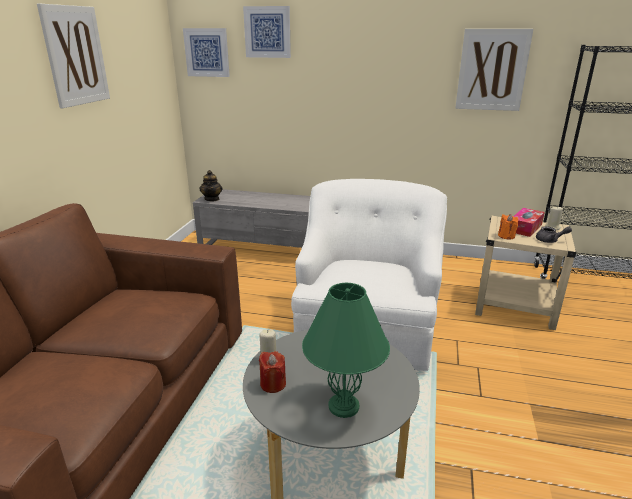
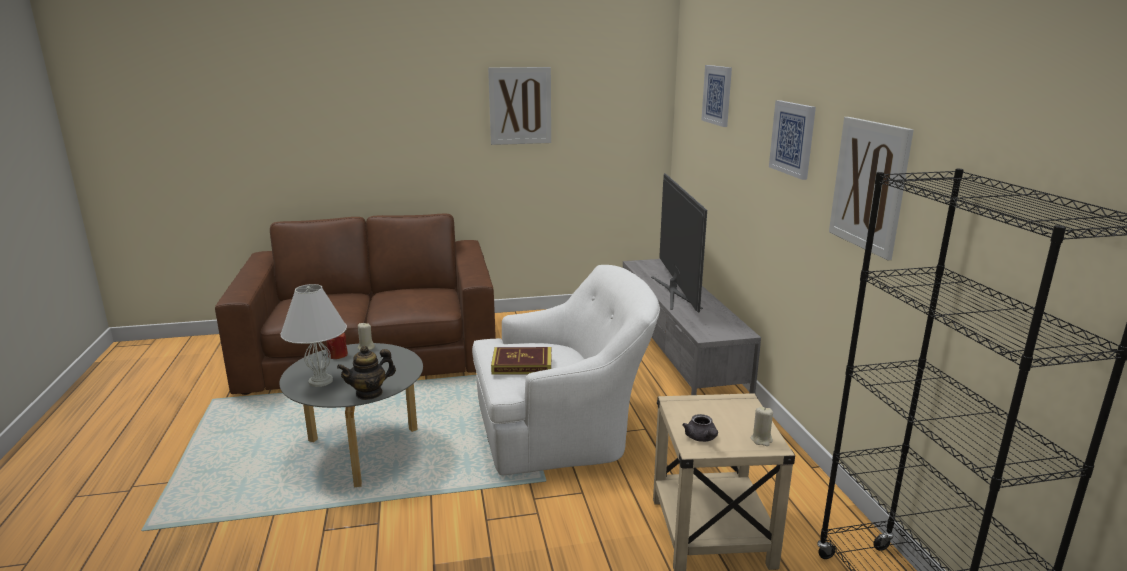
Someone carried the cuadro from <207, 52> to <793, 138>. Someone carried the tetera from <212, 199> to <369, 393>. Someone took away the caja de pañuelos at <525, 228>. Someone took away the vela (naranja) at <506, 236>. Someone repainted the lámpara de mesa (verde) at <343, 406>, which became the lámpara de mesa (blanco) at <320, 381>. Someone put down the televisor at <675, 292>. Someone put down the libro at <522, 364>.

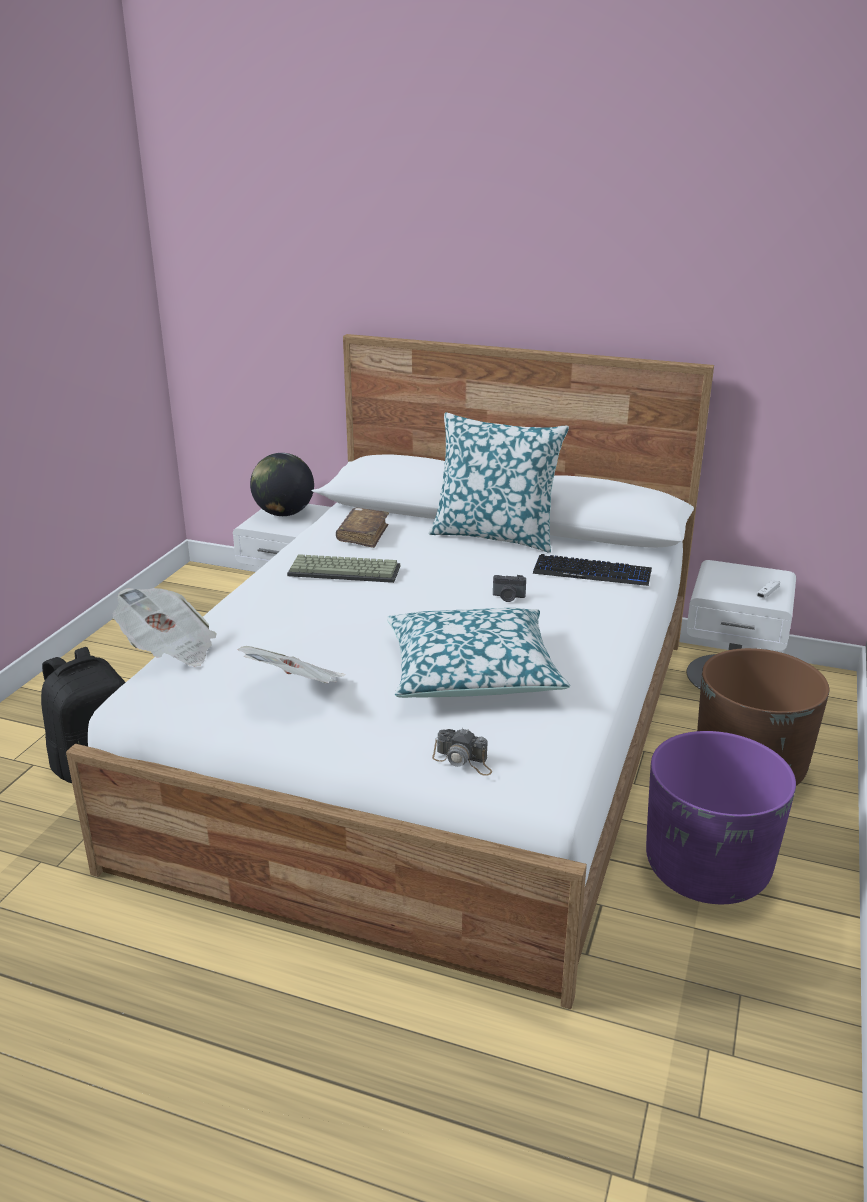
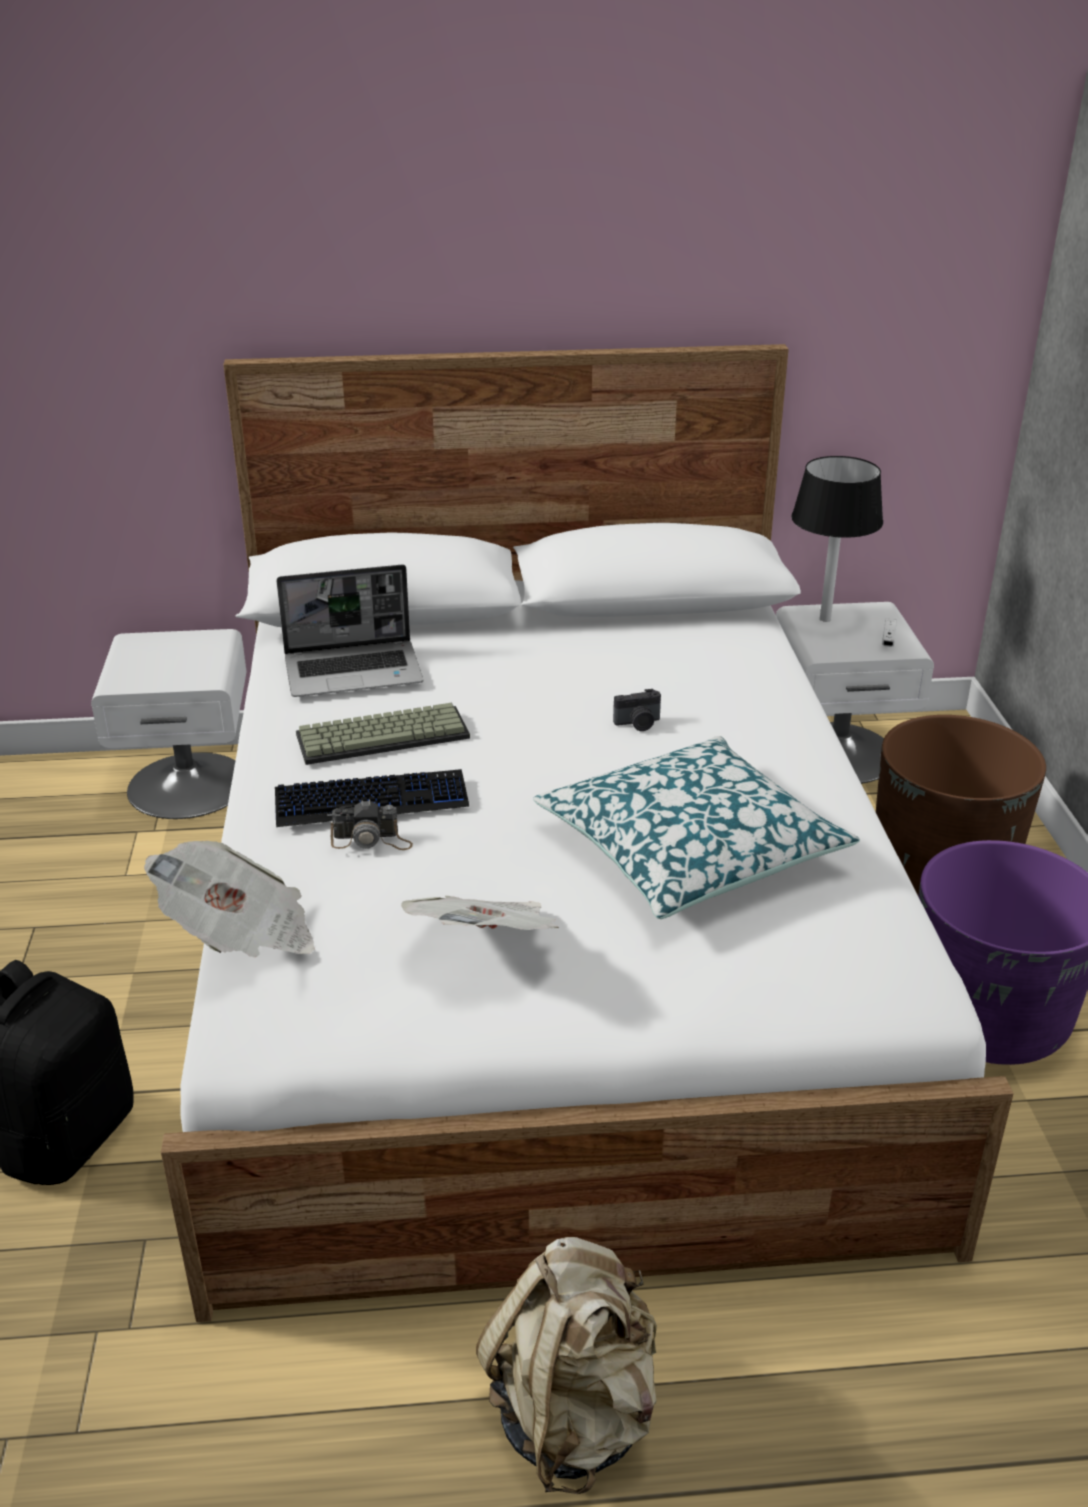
Someone took away the cojín at <495, 535>. Someone took away the globo terráqueo at <284, 513>. Someone swapped the libro (marrón) at <363, 535> for the portátil at <355, 671>. Someone carried the teclado from <592, 573> to <371, 801>. Someone carried the cámara from <463, 761> to <371, 840>. Someone put down the lámpara de mesa (negro) at <824, 619>. Someone put down the mochila (beis) at <574, 1414>.

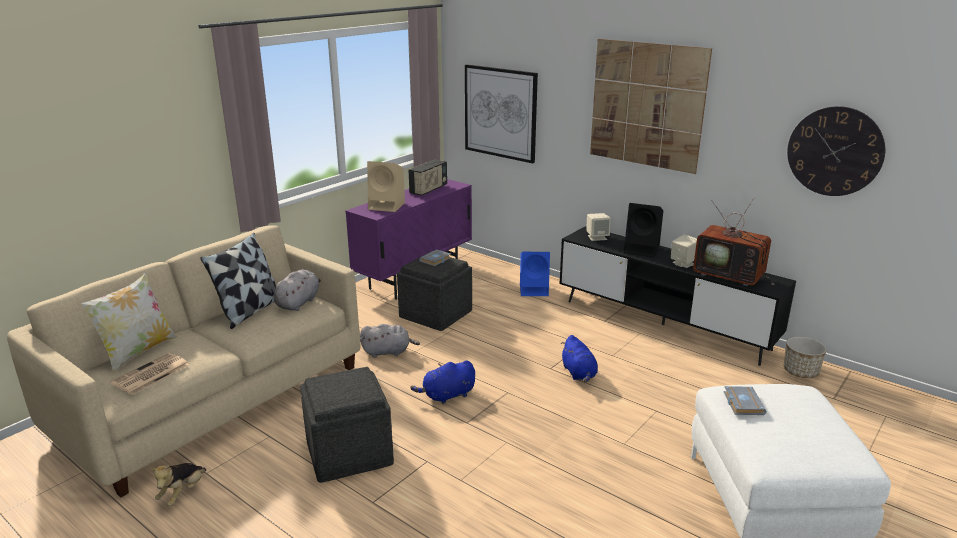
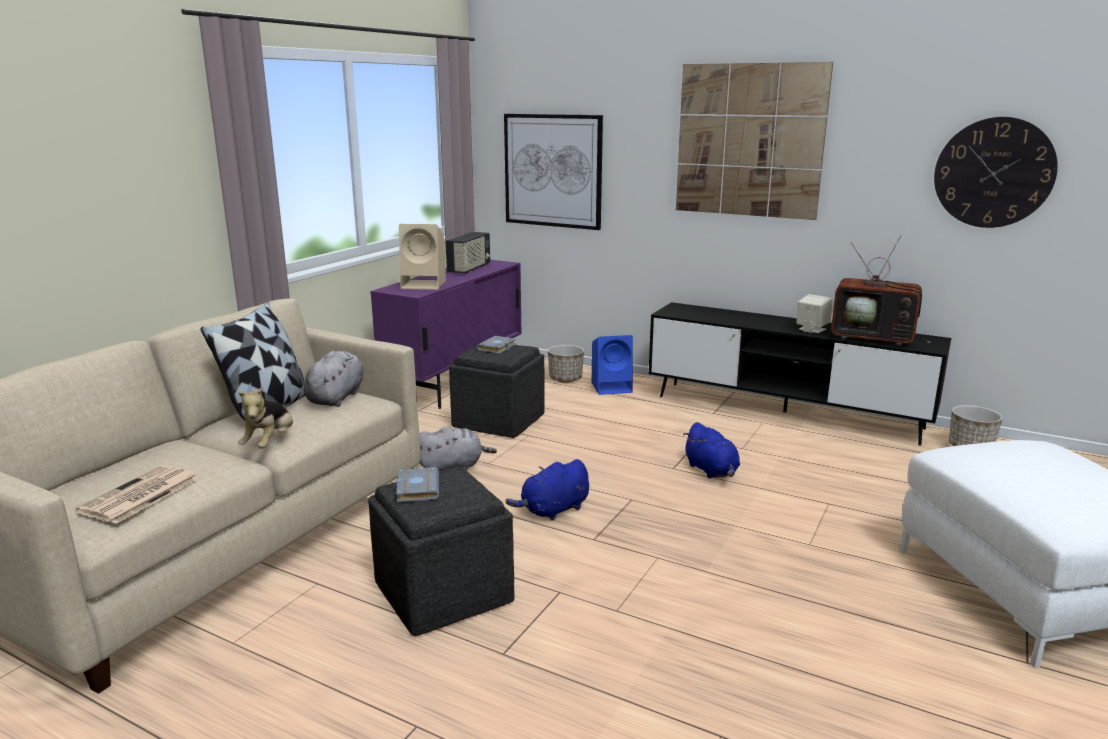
Someone took away the altavoz (negro) at <642, 249>. Someone took away the altavoz (beis) at <597, 237>. Someone took away the cojín at <138, 352>. Someone carried the libro (gris) from <741, 403> to <416, 488>. Someone carried the peluche from <182, 493> to <270, 443>. Someone put down the maceta at <565, 379>.

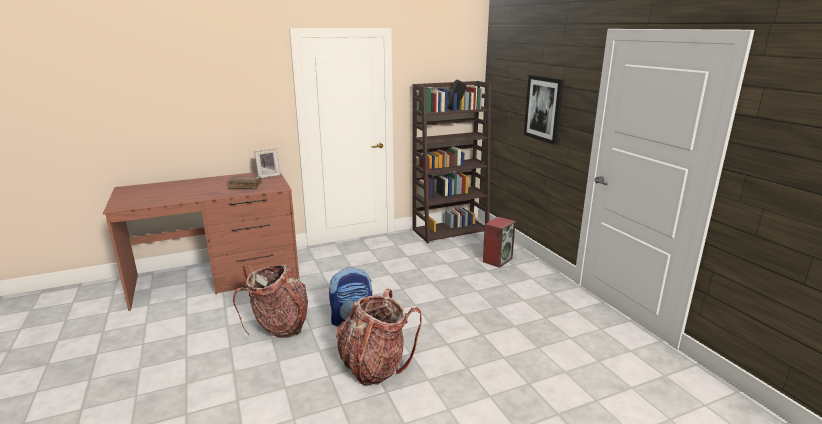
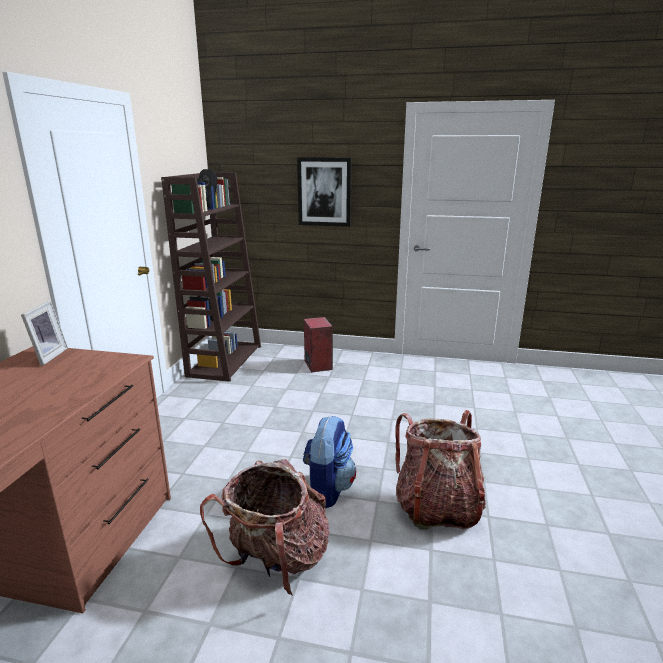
Someone took away the libro (marrón) at <245, 186>.

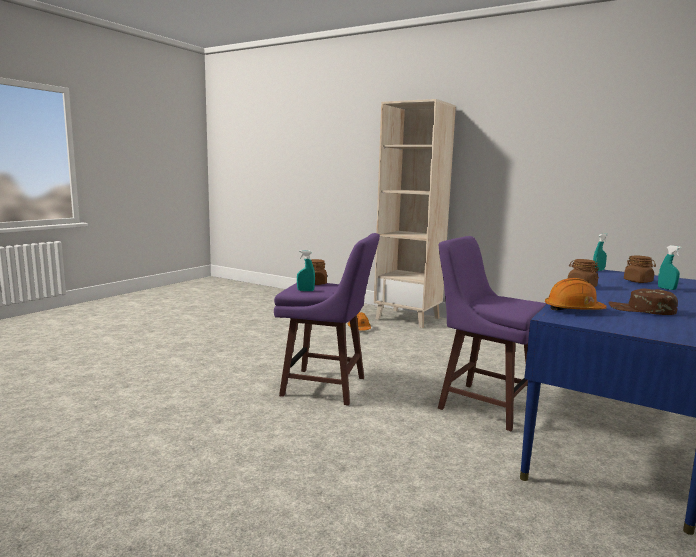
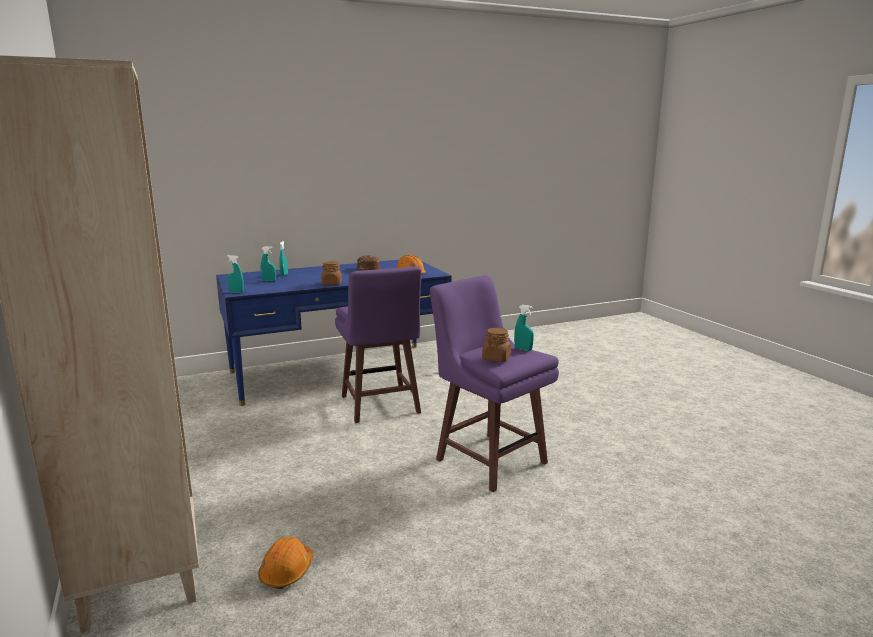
Someone swapped the tarro (marrón) at <638, 281> for the pulverizador (turquesa) at <269, 281>.

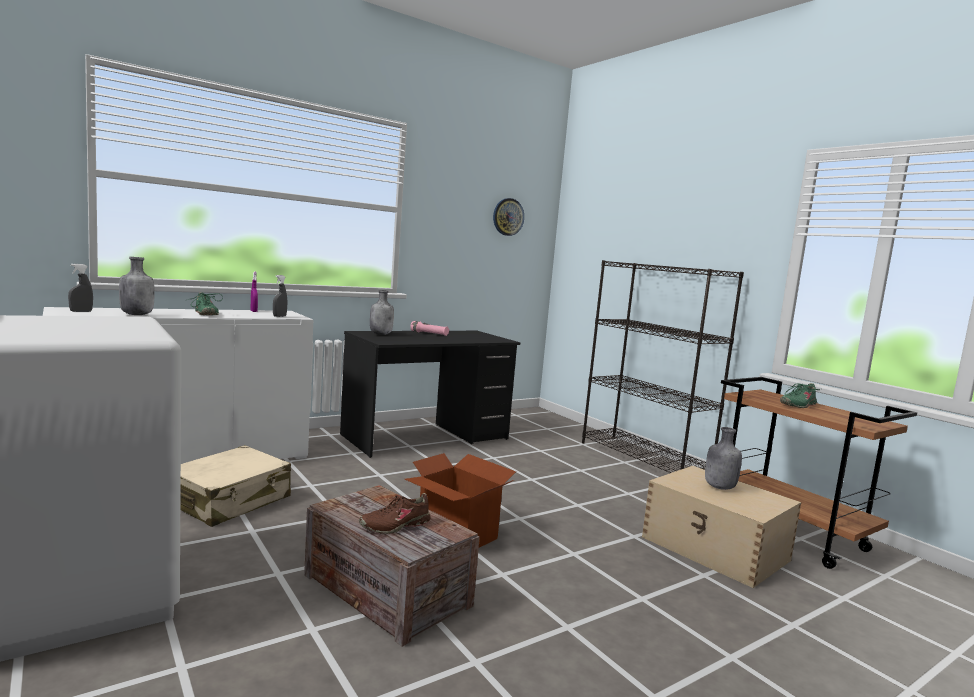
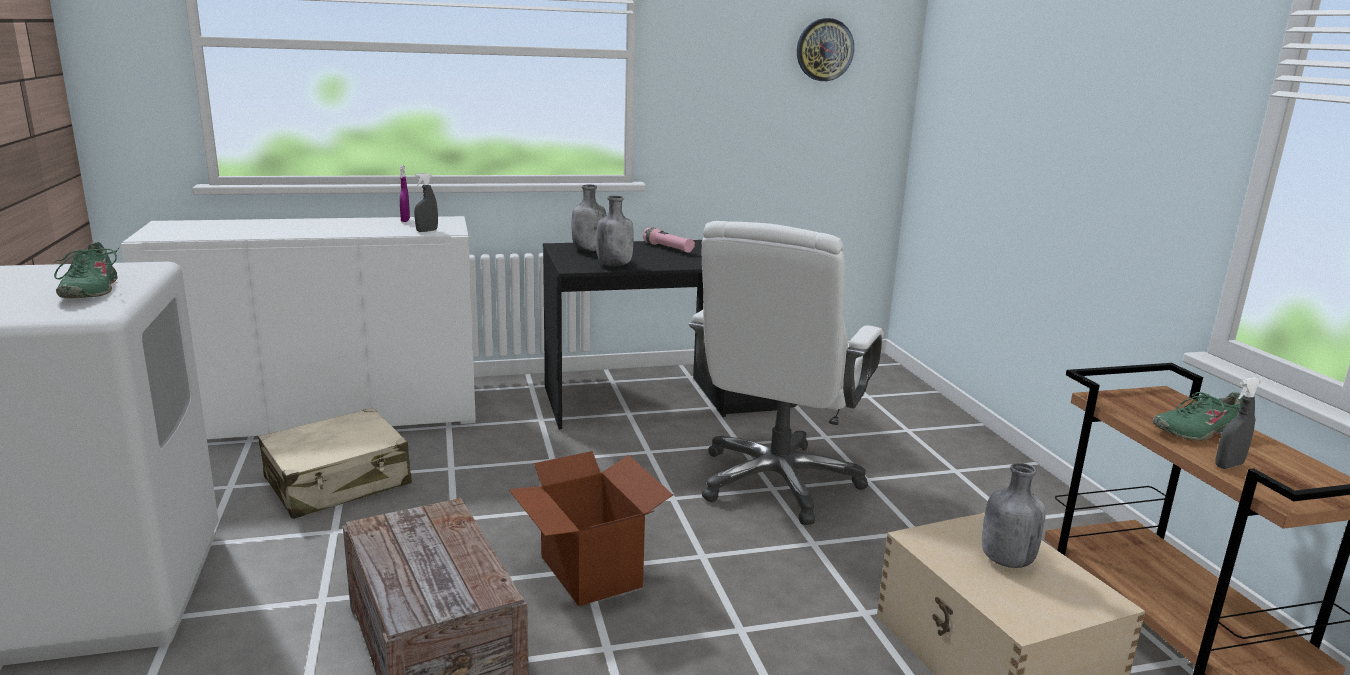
Someone carried the botella (gris) from <137, 314> to <614, 265>. Someone took away the estantería (negro) at <644, 459>. Someone carried the pulverizador (gris) from <81, 311> to <1229, 465>. Someone carried the zapato (verde) from <205, 314> to <89, 291>. Someone took away the zapato (marrón) at <395, 525>. Someone put down the silla de oficina (blanco) at <777, 482>.

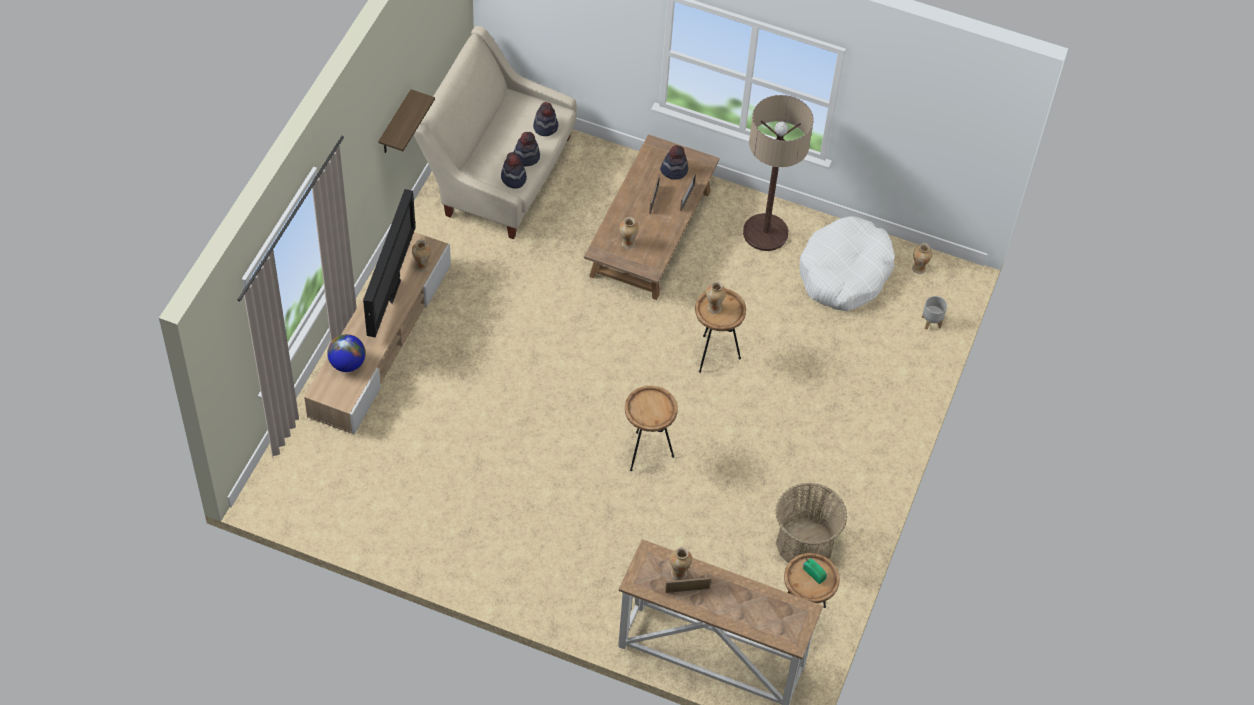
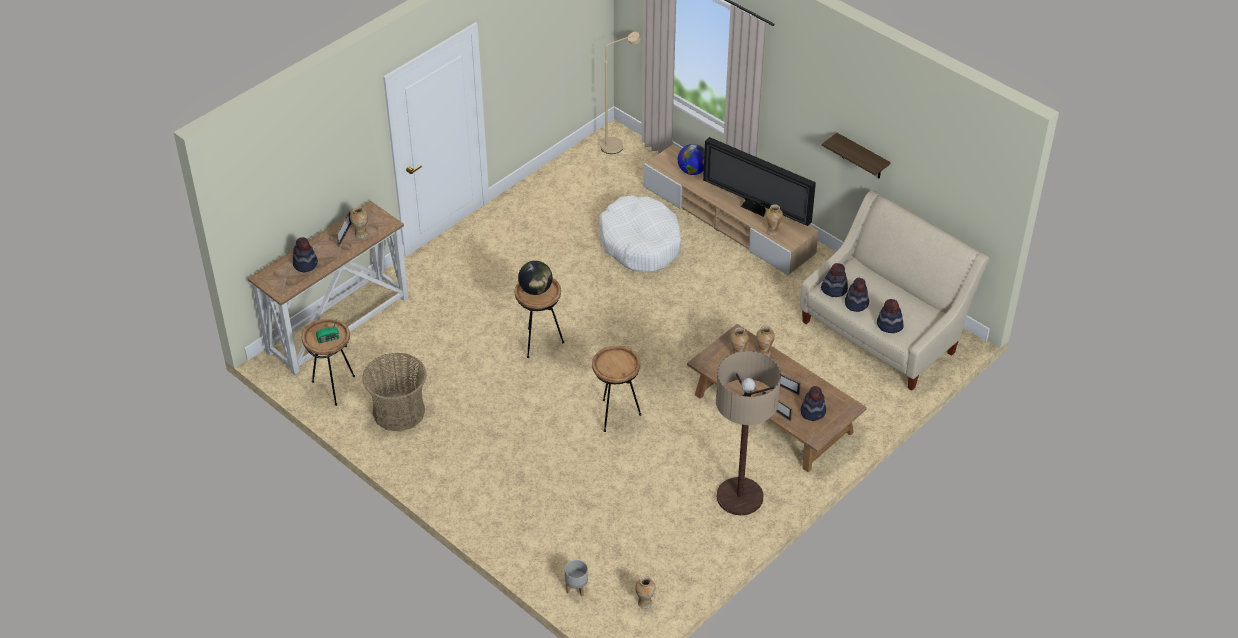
Someone carried the cama para perro (blanco) from <844, 273> to <640, 243>. Someone carried the florero from <714, 308> to <764, 353>. Someone put down the lámpara de pie (beis) at <617, 144>. Someone put down the sombrero at <305, 264>. Someone put down the globo terráqueo at <535, 290>.

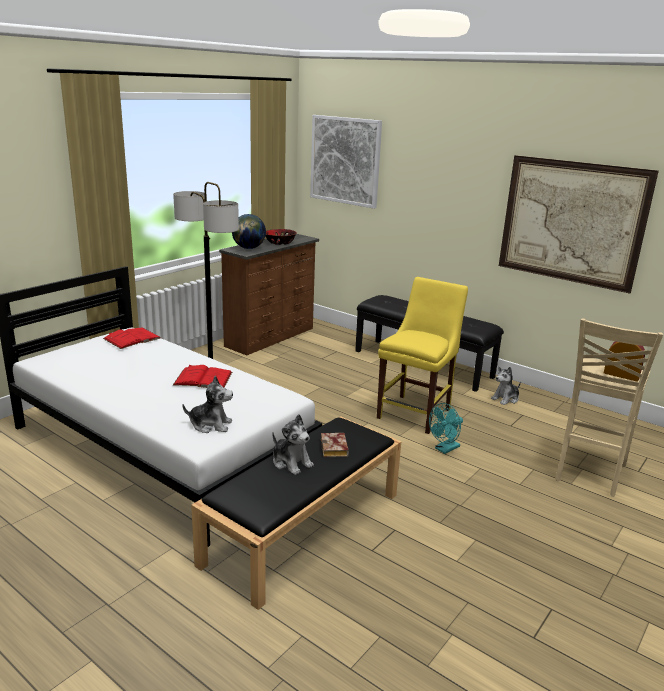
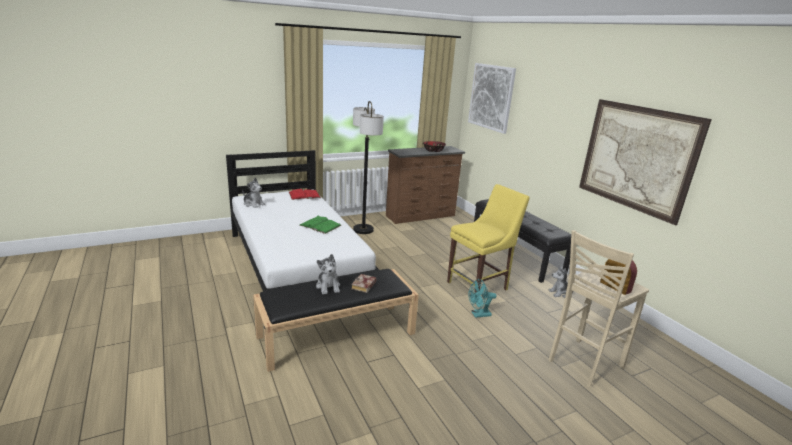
Someone took away the globo terráqueo at <248, 248>. Someone repainted the libro (rojo) at <203, 378>, which became the libro (verde) at <320, 225>. Someone carried the peluche from <210, 425> to <253, 204>.

